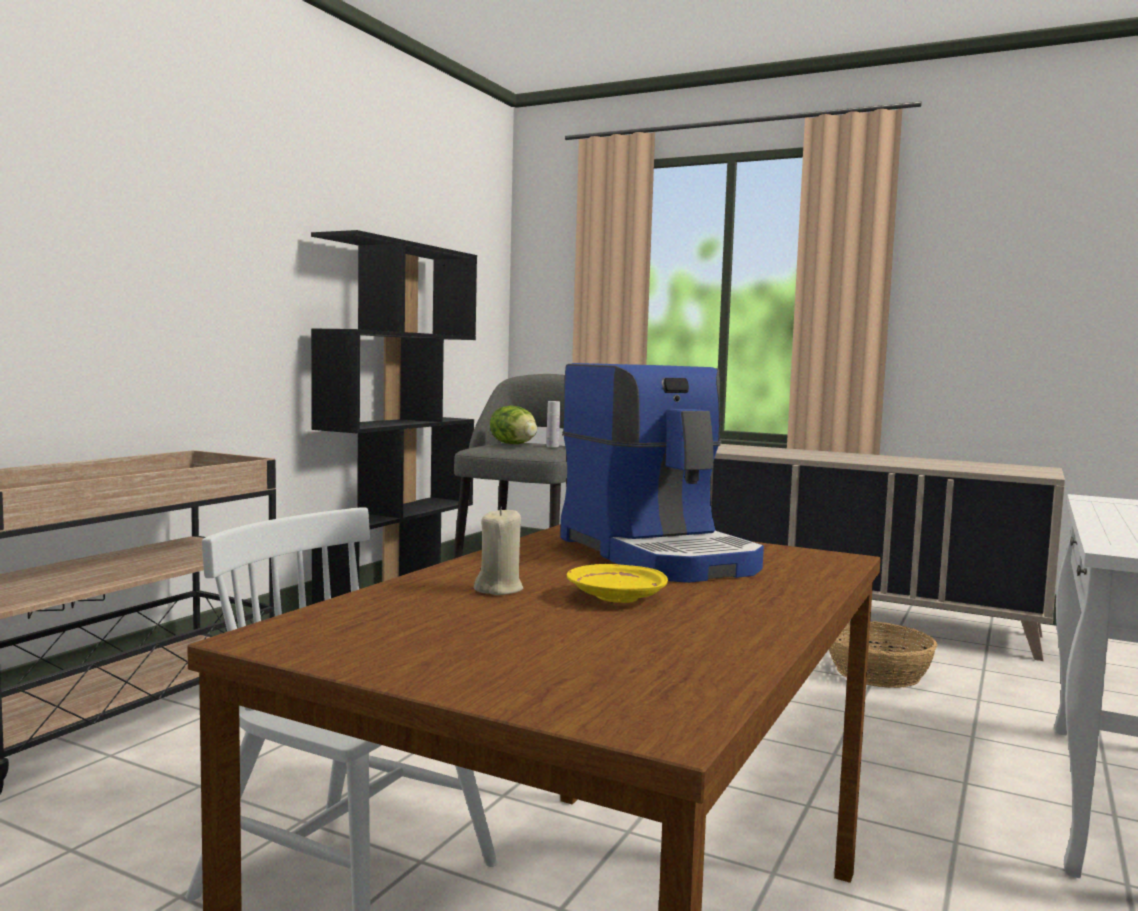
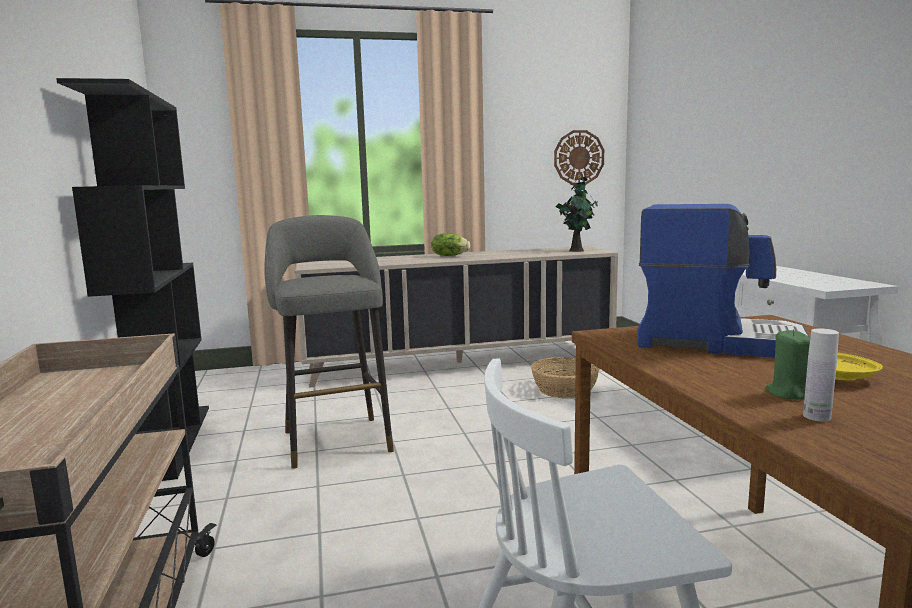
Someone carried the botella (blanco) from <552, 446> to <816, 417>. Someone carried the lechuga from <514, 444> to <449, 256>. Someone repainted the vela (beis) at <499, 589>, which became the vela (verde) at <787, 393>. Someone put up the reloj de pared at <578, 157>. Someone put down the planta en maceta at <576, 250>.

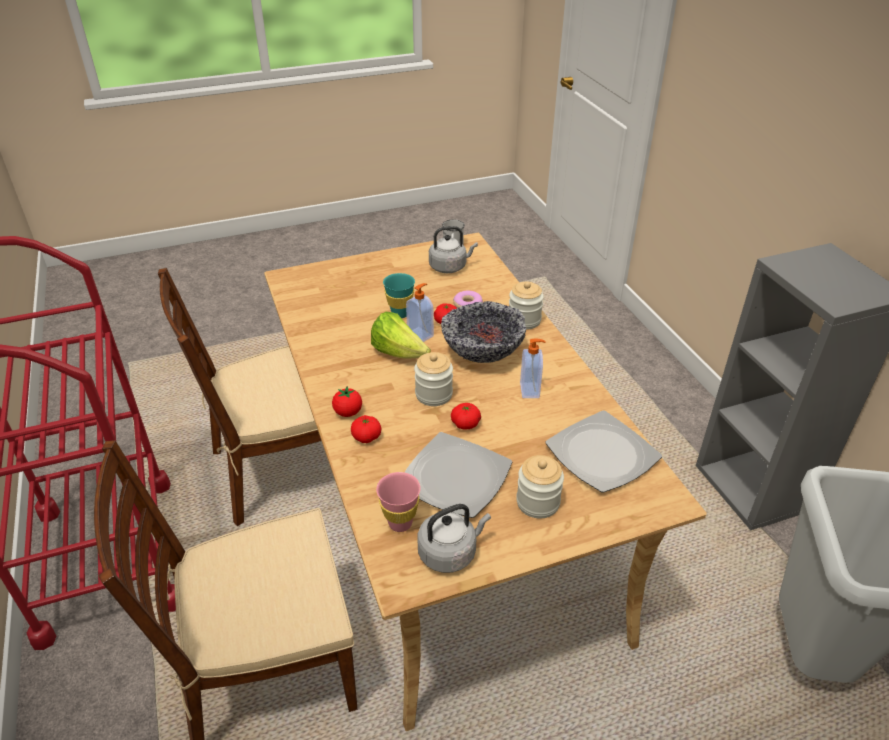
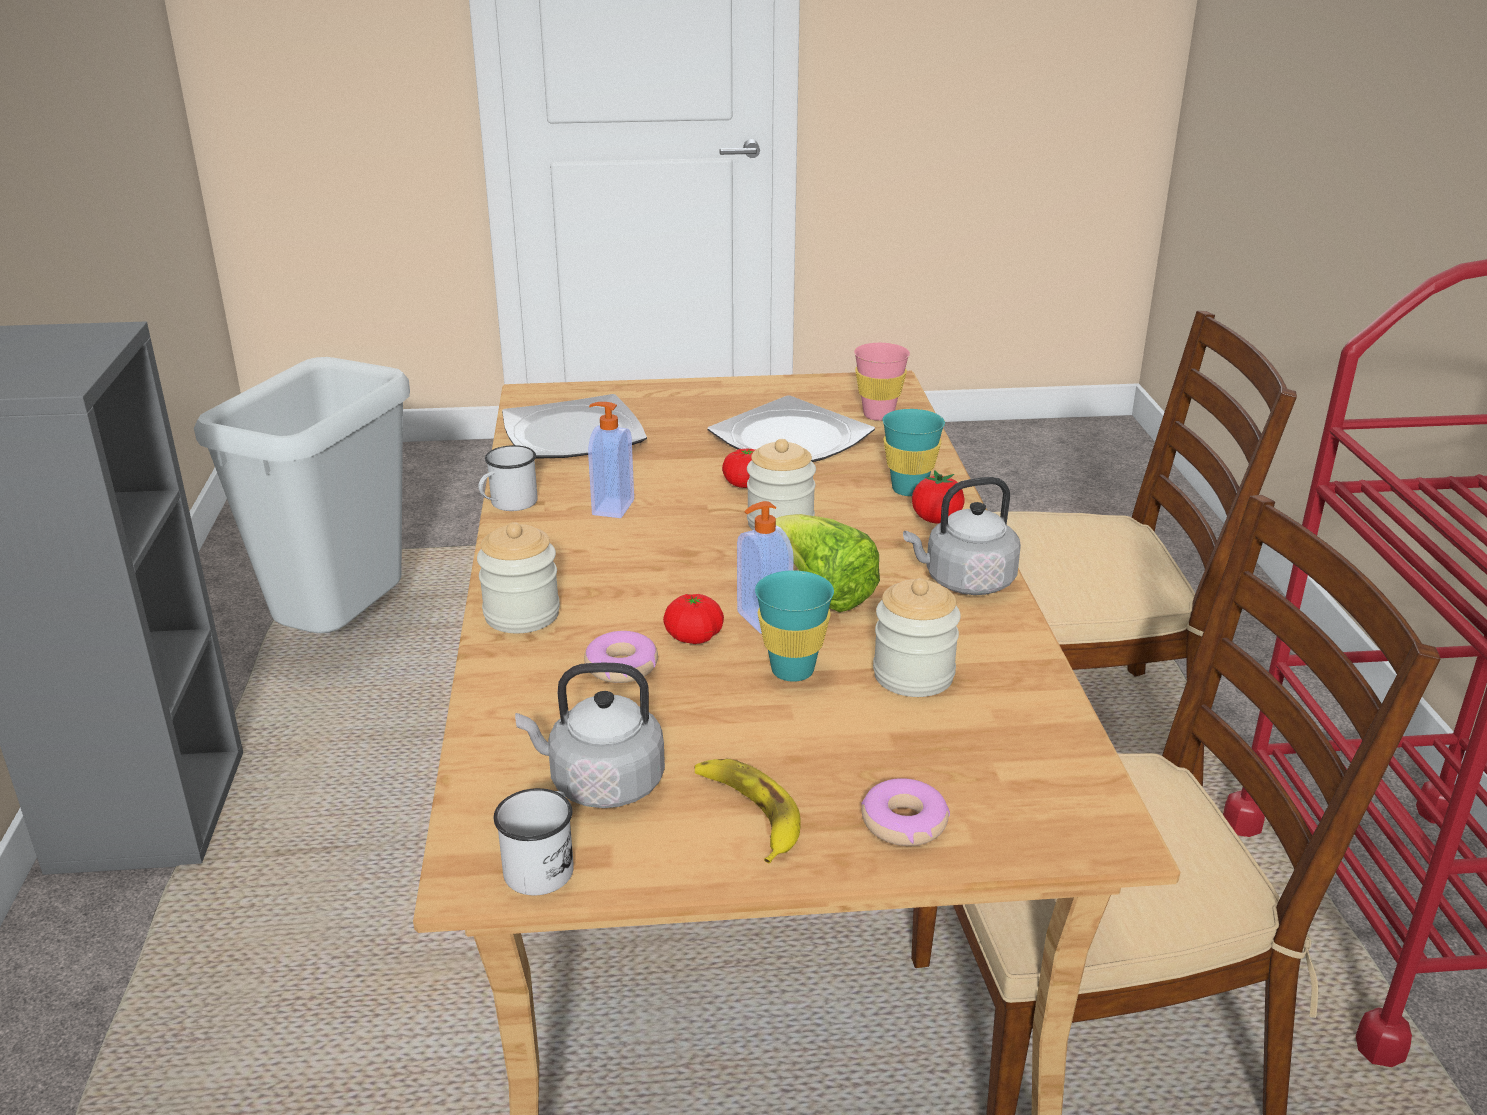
Someone took away the cuenco at <482, 353>. Someone swapped the tomate at <366, 437> for the taza (turquesa) at <909, 489>. Someone carried the tarro from <538, 502> to <913, 675>. Someone carried the hervidor (gris) from <450, 553> to <964, 582>. Someone put down the taza grande (blanco) at <508, 504>. Someone put down the plátano at <748, 813>. Someone put down the rosquilla at <904, 823>.

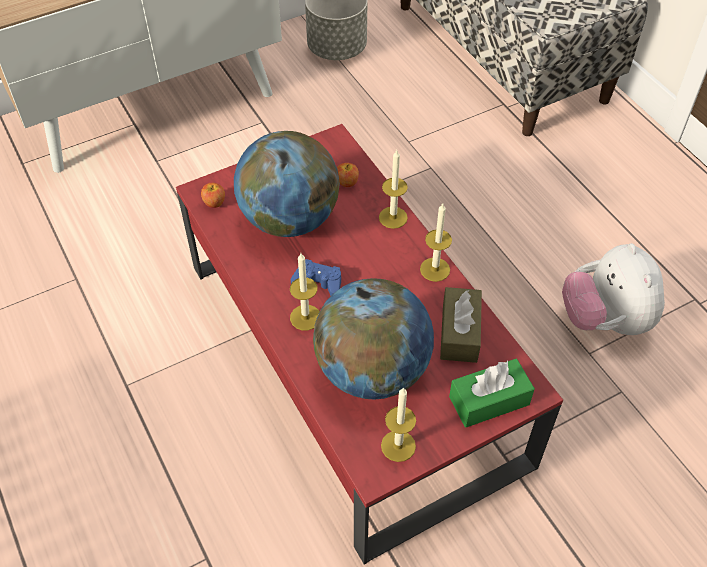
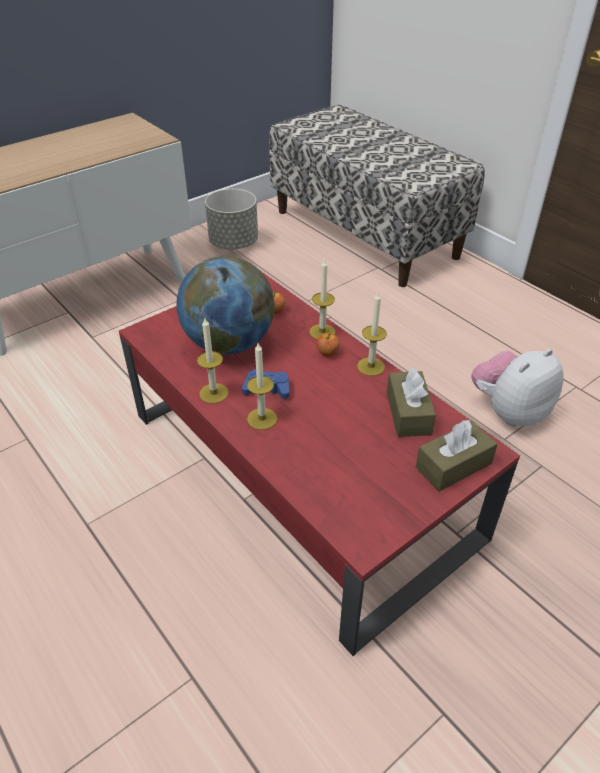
Someone carried the manzana from <214, 202> to <327, 353>. Someone rotated the peluche at <605, 320> by 75 degrees clockwise. Someone took away the globo terráqueo at <372, 370>. Someone repainted the caja de pañuelos (verde) at <489, 400>, which became the caja de pañuelos (marrón) at <453, 465>. Someone carried the vela from <398, 446> to <214, 393>.

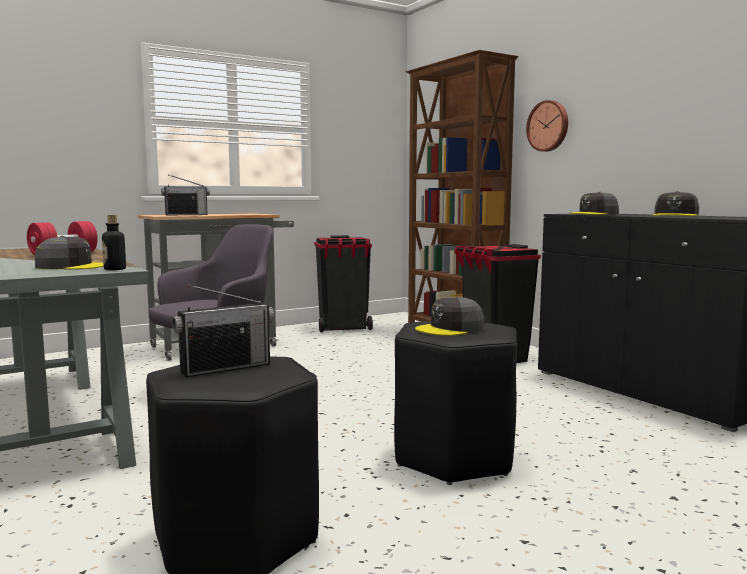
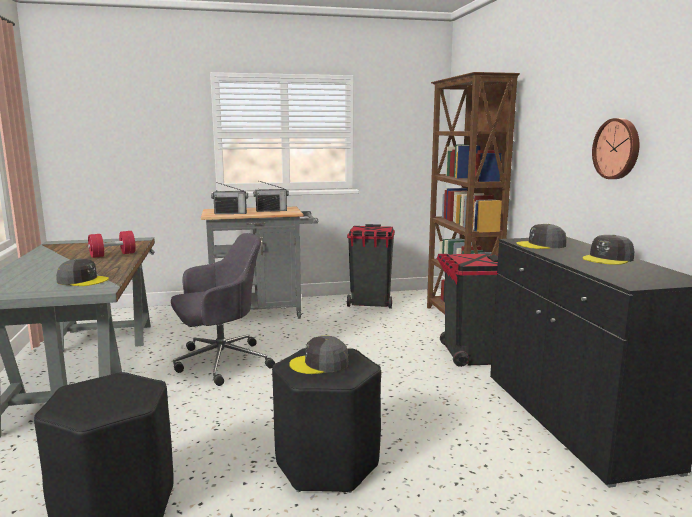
Someone carried the reloj de pared from <548, 126> to <617, 149>. Someone took away the botella at <115, 269>. Someone carried the radio from <225, 368> to <271, 210>.

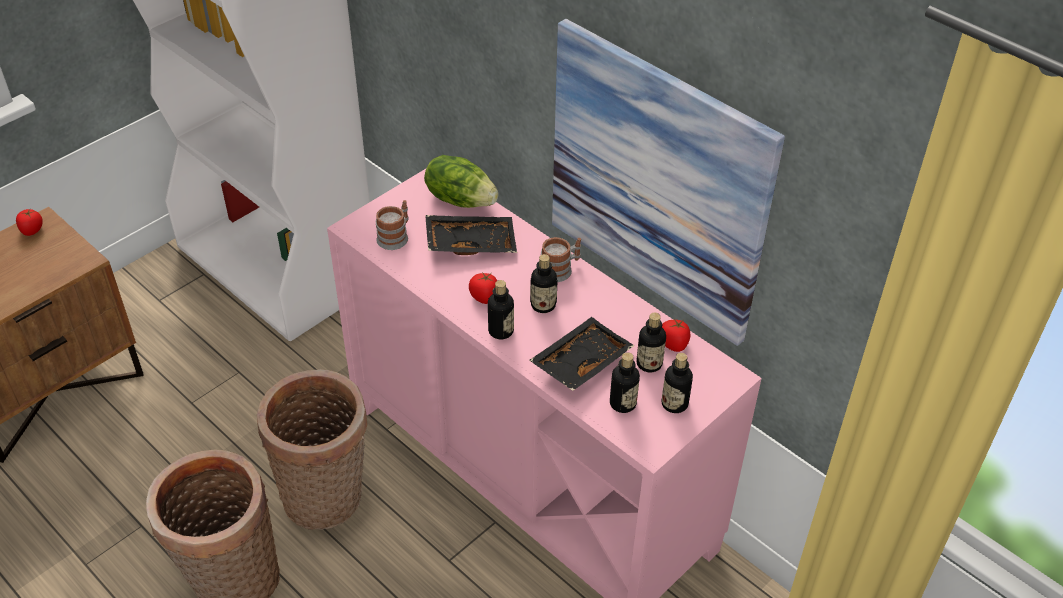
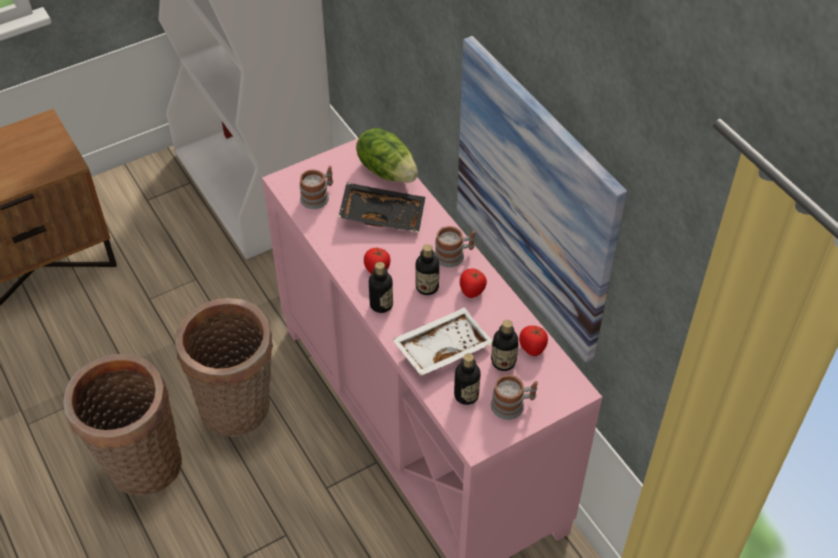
Someone carried the tomate from <32, 230> to <472, 290>. Someone repainted the bandeja (negro) at <580, 361>, which became the bandeja (blanco) at <441, 347>. Someone swapped the botella at <674, 404> for the taza grande at <513, 405>.

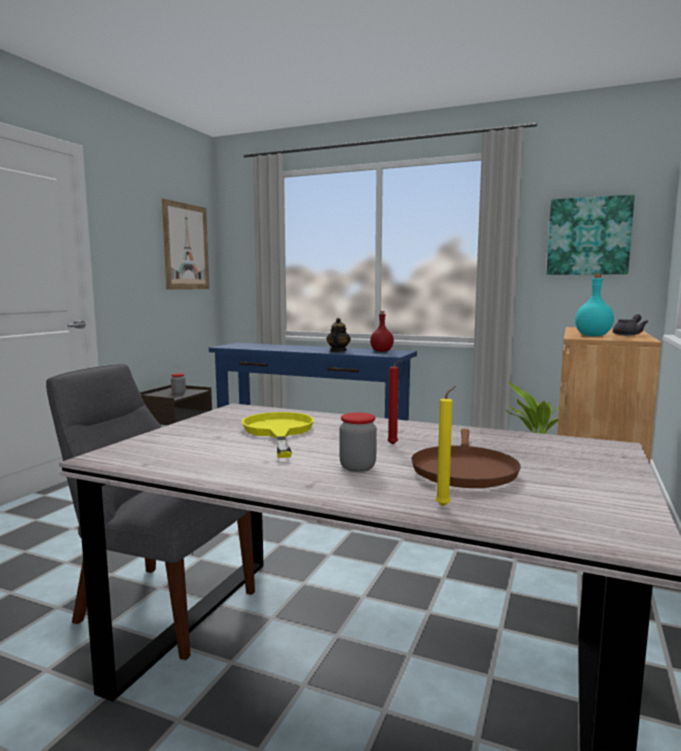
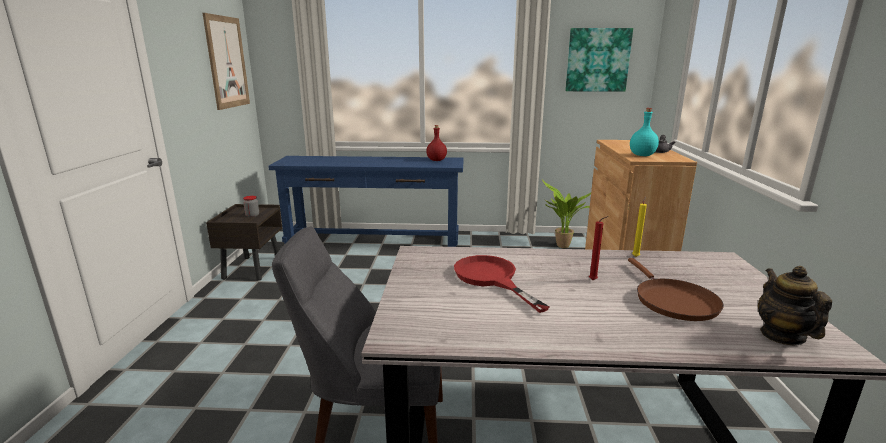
Someone carried the tetera from <338, 351> to <782, 335>. Someone carried the vela (amarillo) from <444, 505> to <636, 256>. Someone repainted the sartén (amarillo) at <278, 431>, which became the sartén (rojo) at <491, 278>. Someone took away the tarro at <357, 467>.

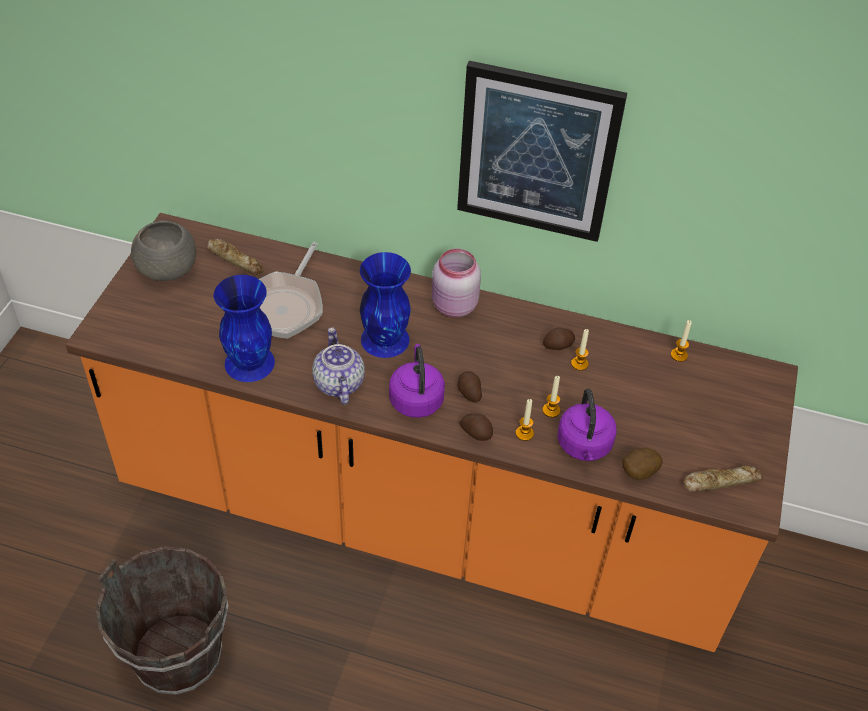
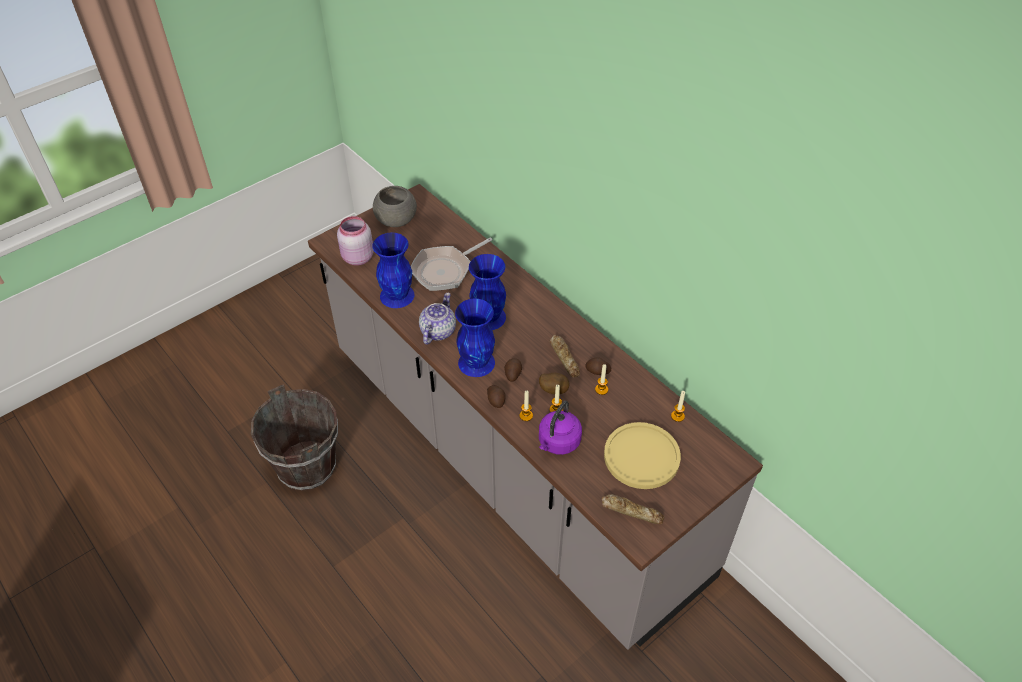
Someone took away the cuadro at <537, 152>. Someone repainted the mueble bajo de cocina (naranja) at <425, 515>, which became the mueble bajo de cocina (gris) at <511, 460>. Someone carried the pan from <235, 260> to <565, 358>. Someone carried the tarro (rosa) from <453, 306> to <357, 258>. Someone swapped the hervidor (morado) at <416, 398> for the florero (azul) at <476, 362>. Someone carried the patata from <637, 472> to <553, 390>. Someone put down the plato (amarillo) at <641, 456>.

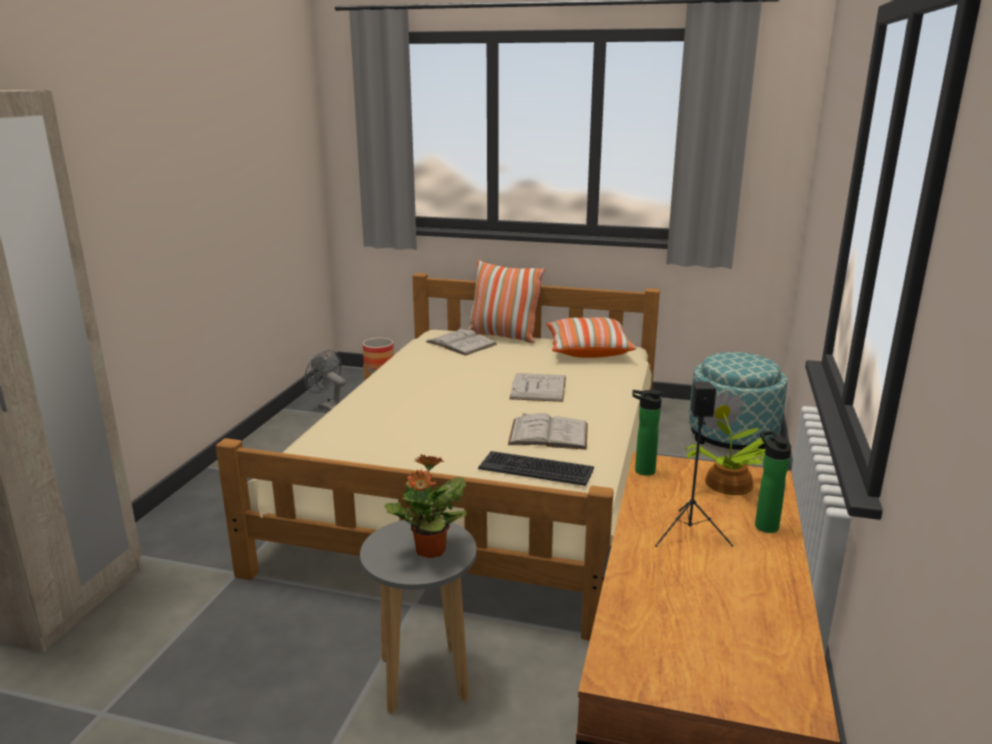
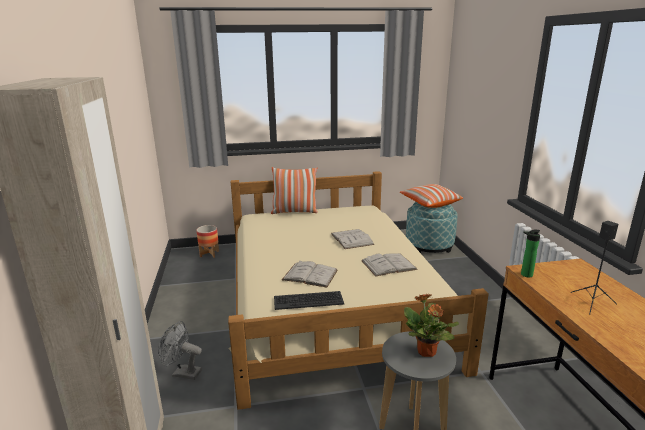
Someone carried the cojín from <587, 350> to <429, 203>. Someone carried the libro (blanco) from <461, 343> to <310, 275>. Someone carried the ventilador (gris) from <329, 407> to <182, 373>. Someone took away the planta en maceta at <728, 484>. Someone took away the botella at <764, 525>. Someone carried the teclado from <536, 469> to <308, 300>.

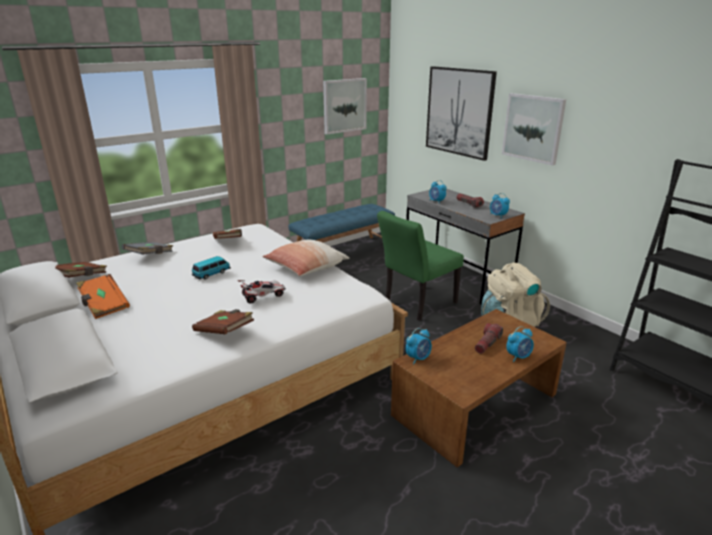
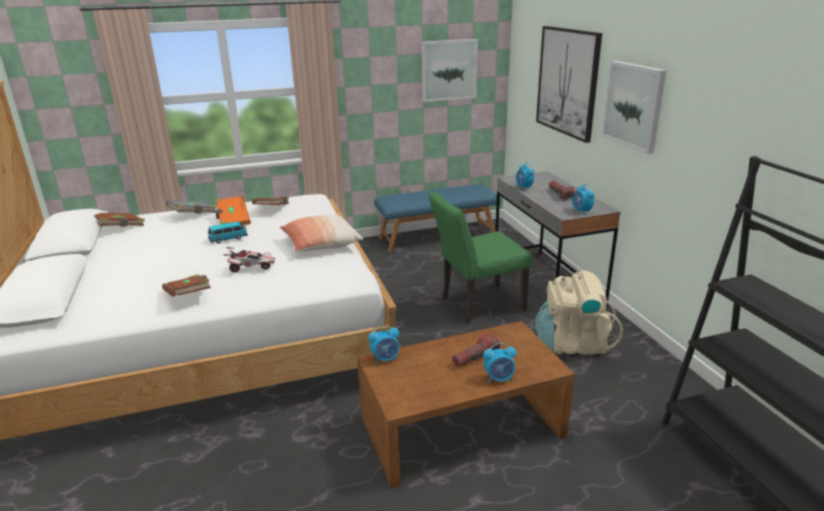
Someone carried the libro (naranja) from <104, 305> to <233, 221>.

